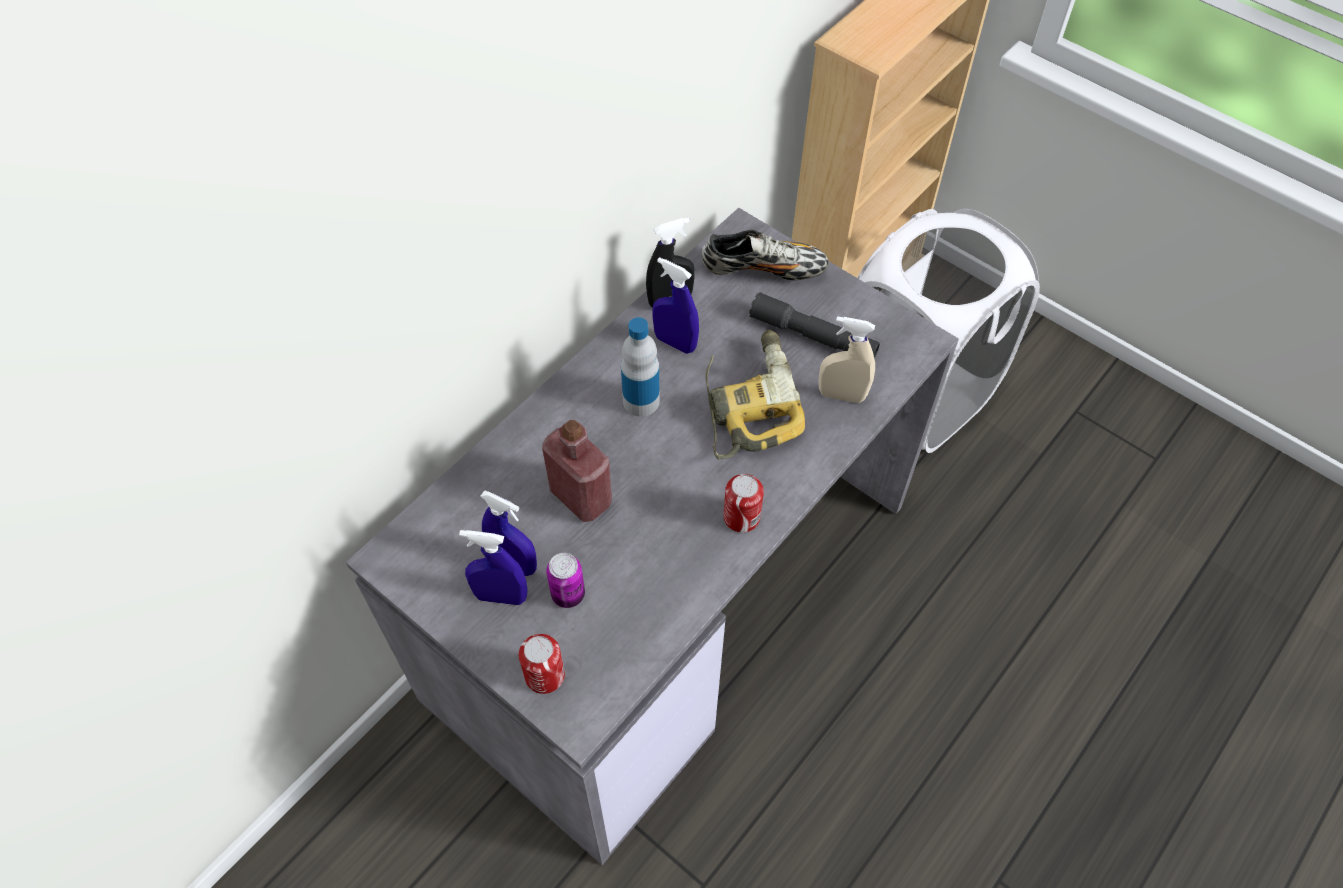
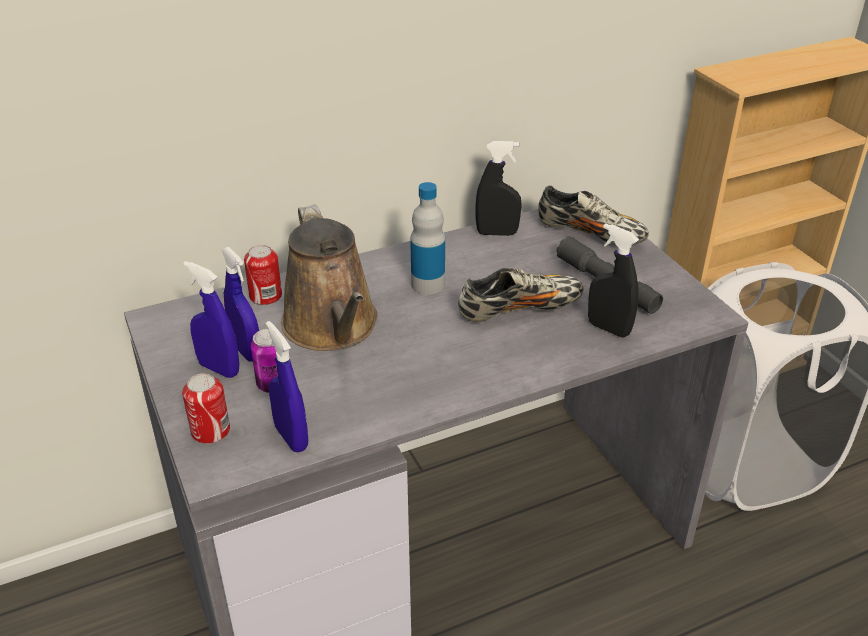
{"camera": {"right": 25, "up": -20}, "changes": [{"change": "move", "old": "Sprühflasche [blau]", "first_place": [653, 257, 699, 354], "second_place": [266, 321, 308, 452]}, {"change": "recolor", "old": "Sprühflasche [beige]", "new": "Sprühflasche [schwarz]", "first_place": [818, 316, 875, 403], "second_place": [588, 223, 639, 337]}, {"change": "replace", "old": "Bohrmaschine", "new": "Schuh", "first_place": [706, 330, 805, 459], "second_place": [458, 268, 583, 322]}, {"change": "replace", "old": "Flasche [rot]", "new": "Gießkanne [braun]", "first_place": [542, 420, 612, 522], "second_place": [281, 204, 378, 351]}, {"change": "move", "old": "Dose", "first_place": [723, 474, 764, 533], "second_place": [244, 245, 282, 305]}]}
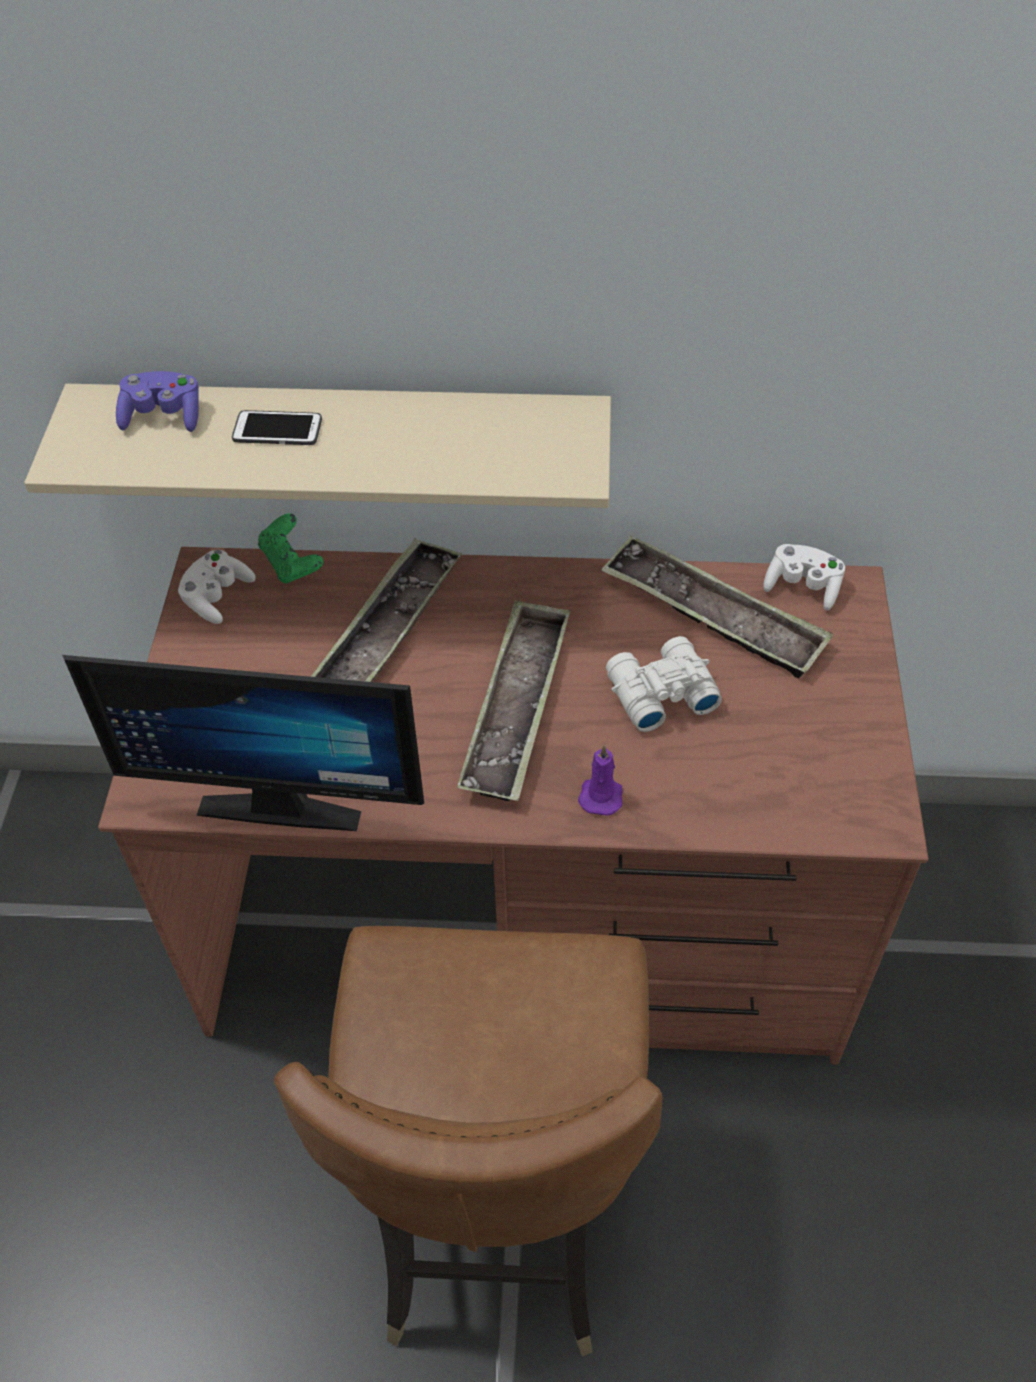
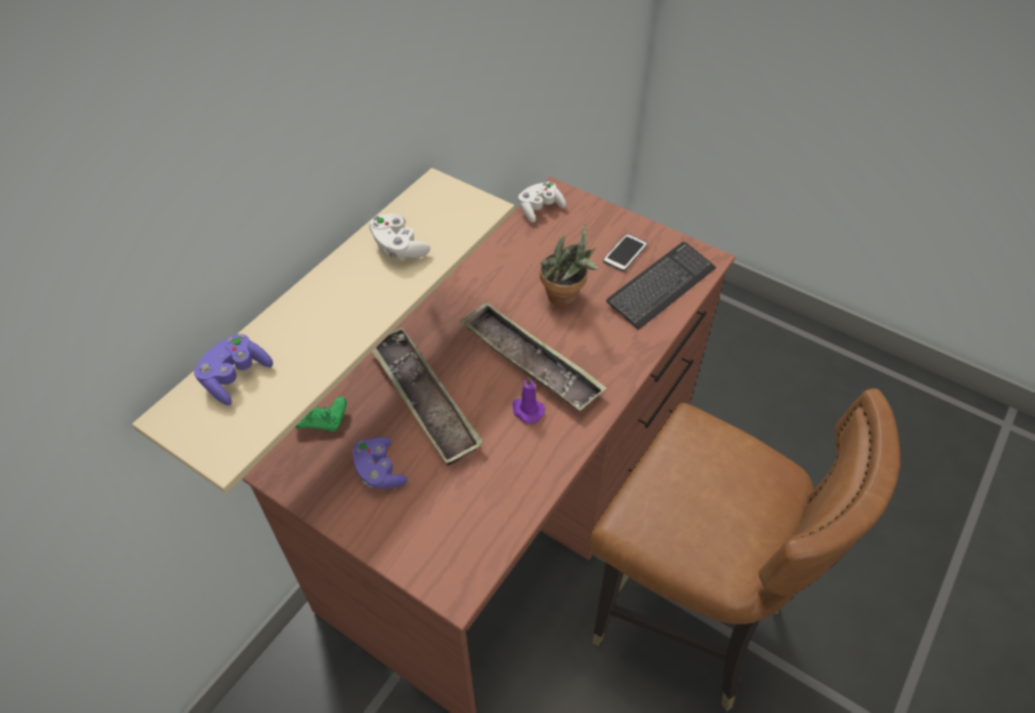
{"camera": {"right": -60, "up": 0}, "changes": [{"change": "move", "old": "Handy", "first_place": [232, 410, 322, 445], "second_place": [603, 234, 648, 272]}, {"change": "delete", "old": "Tablett", "first_place": [601, 536, 833, 678]}, {"change": "move", "old": "Gamepad [weiß]", "first_place": [178, 550, 255, 624], "second_place": [369, 214, 430, 258]}, {"change": "replace", "old": "Fernglas [weiß]", "new": "Topfpflanze", "first_place": [606, 636, 722, 732], "second_place": [540, 224, 598, 306]}, {"change": "delete", "old": "Monitor", "first_place": [62, 655, 424, 831]}, {"change": "move", "old": "Kerze [lila]", "first_place": [578, 744, 623, 816], "second_place": [512, 377, 545, 424]}, {"change": "insert", "new": "Tastatur", "second_place": [606, 242, 716, 330]}, {"change": "insert", "new": "Gamepad [lila]", "second_place": [352, 437, 407, 488]}]}
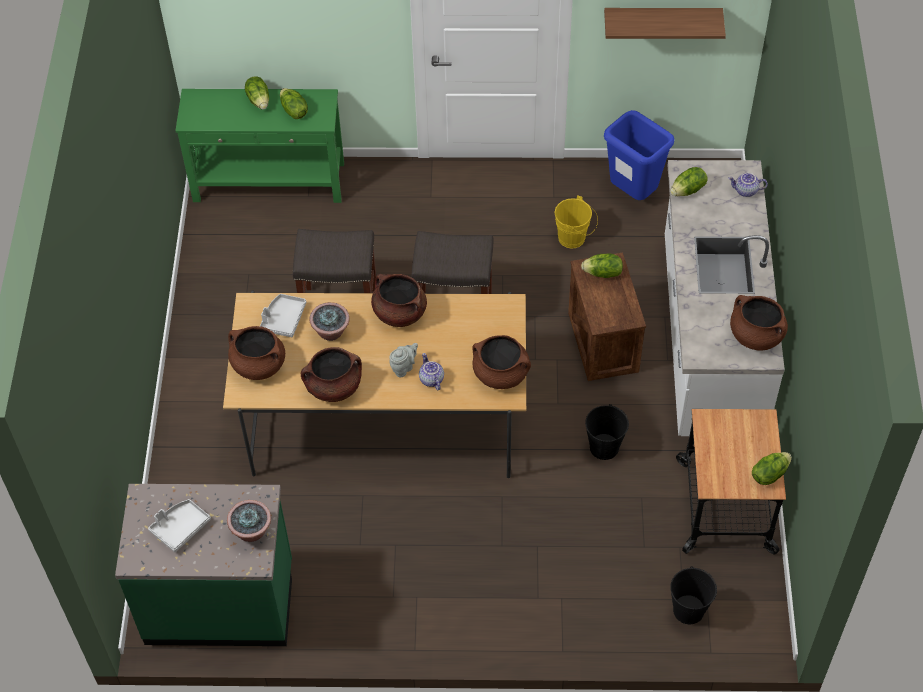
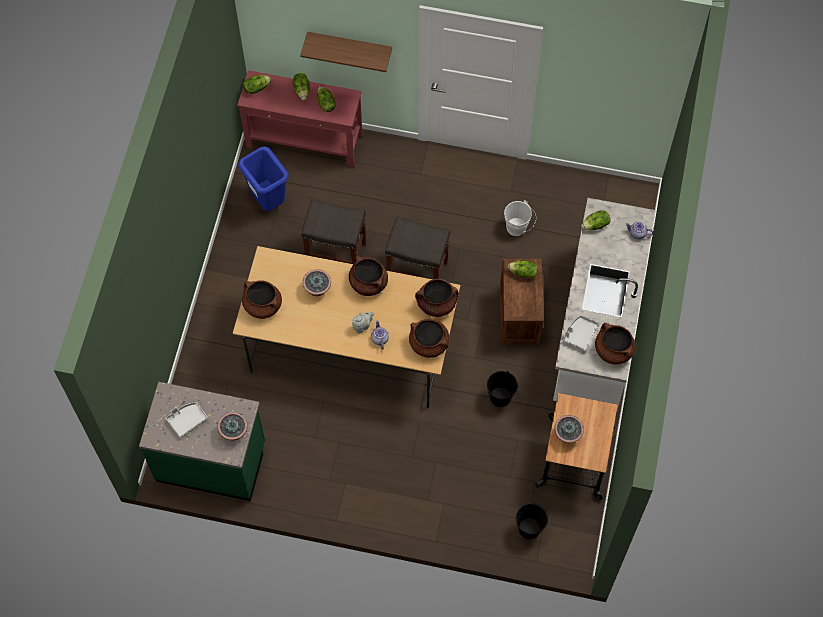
{"camera": {"right": 10, "up": 10}, "changes": [{"change": "move", "old": "Wandregal", "first_place": [604, 8, 726, 39], "second_place": [300, 32, 392, 72]}, {"change": "recolor", "old": "Konsolentisch [grün]", "new": "Konsolentisch [rot]", "first_place": [175, 89, 344, 203], "second_place": [237, 70, 363, 167]}, {"change": "move", "old": "Mülleimer [blau]", "first_place": [604, 110, 674, 200], "second_place": [238, 146, 289, 211]}, {"change": "recolor", "old": "Eimer [gelb]", "new": "Eimer [weiß]", "first_place": [554, 195, 598, 249], "second_place": [504, 200, 536, 236]}, {"change": "move", "old": "Tablett [grau]", "first_place": [260, 294, 306, 337], "second_place": [563, 315, 599, 352]}, {"change": "move", "old": "Kochtopf [braun]", "first_place": [301, 347, 362, 402], "second_place": [415, 279, 458, 317]}, {"change": "move", "old": "Salatkopf", "first_place": [752, 452, 792, 485], "second_place": [243, 75, 271, 94]}, {"change": "insert", "new": "Topfpflanze", "second_place": [554, 415, 584, 443]}]}
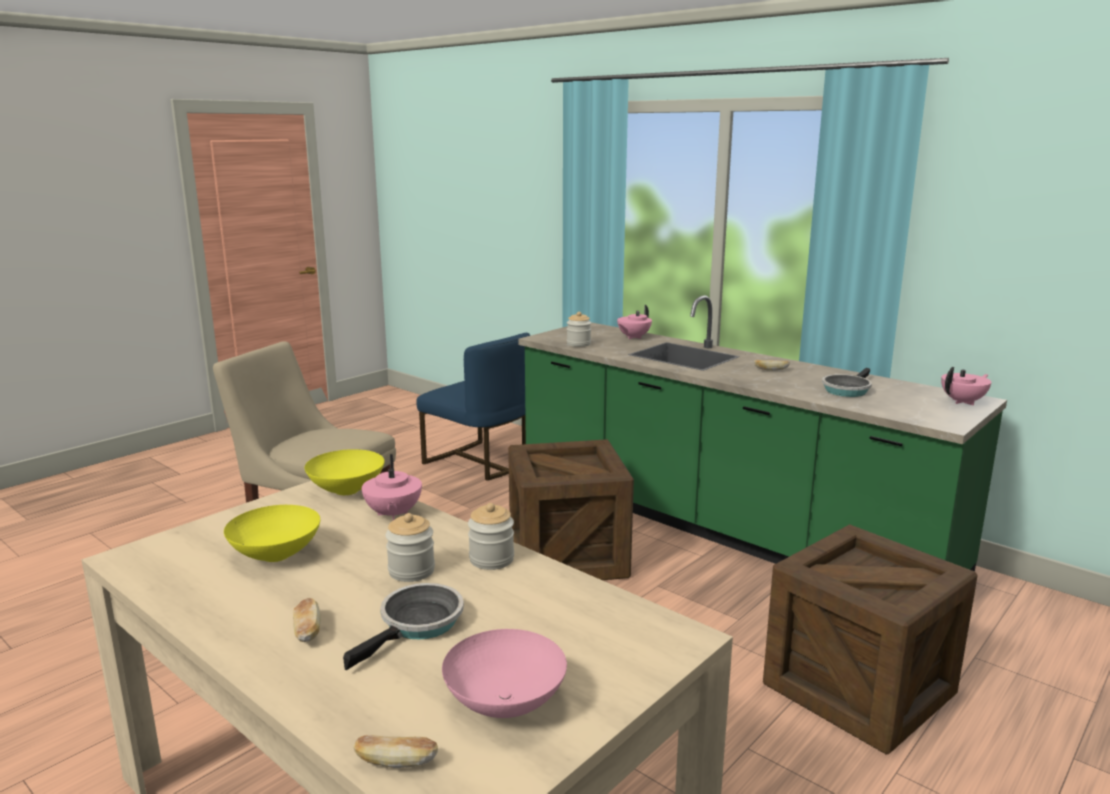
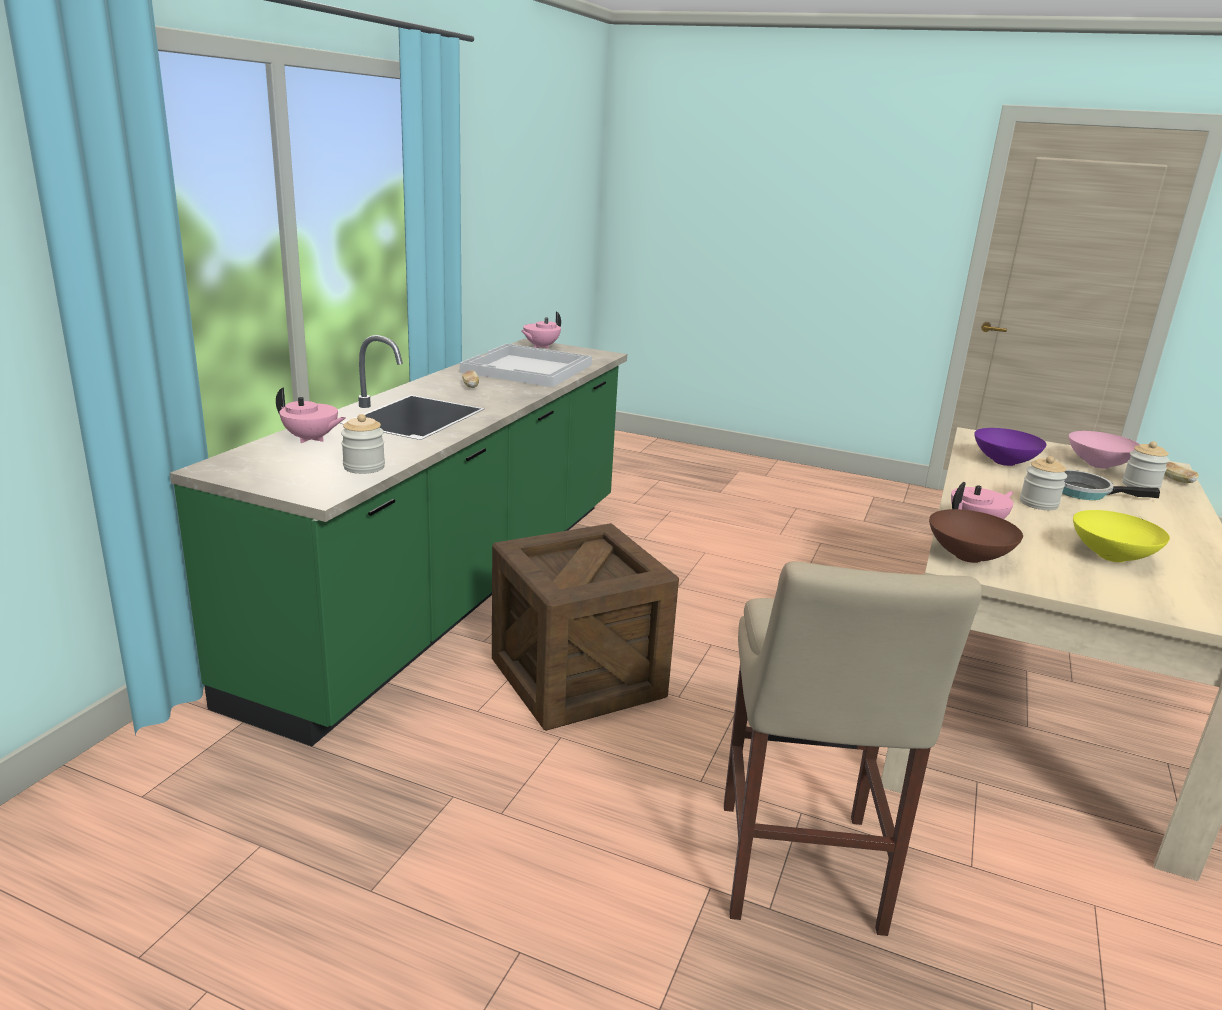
{"camera": {"right": -110, "up": 5}, "changes": [{"change": "delete", "old": "Stuhl [blau]", "first_place": [416, 333, 530, 481]}, {"change": "rotate", "old": "Teekanne [rosa]", "first_place": [941, 367, 992, 405], "second_place": [521, 312, 561, 348], "degrees": -90}, {"change": "replace", "old": "Pfanne", "new": "Tablett [weiß]", "first_place": [822, 368, 872, 397], "second_place": [460, 344, 592, 387]}, {"change": "recolor", "old": "Schüssel [gelb]", "new": "Schüssel [braun]", "first_place": [304, 449, 384, 495], "second_place": [929, 509, 1023, 563]}, {"change": "move", "old": "Vorratsglas", "first_place": [468, 503, 514, 570], "second_place": [1122, 441, 1169, 490]}, {"change": "delete", "old": "Kiste", "first_place": [763, 524, 978, 755]}, {"change": "delete", "old": "Brot", "first_place": [293, 598, 321, 642]}, {"change": "insert", "new": "Schüssel [lila]", "second_place": [974, 428, 1047, 466]}]}
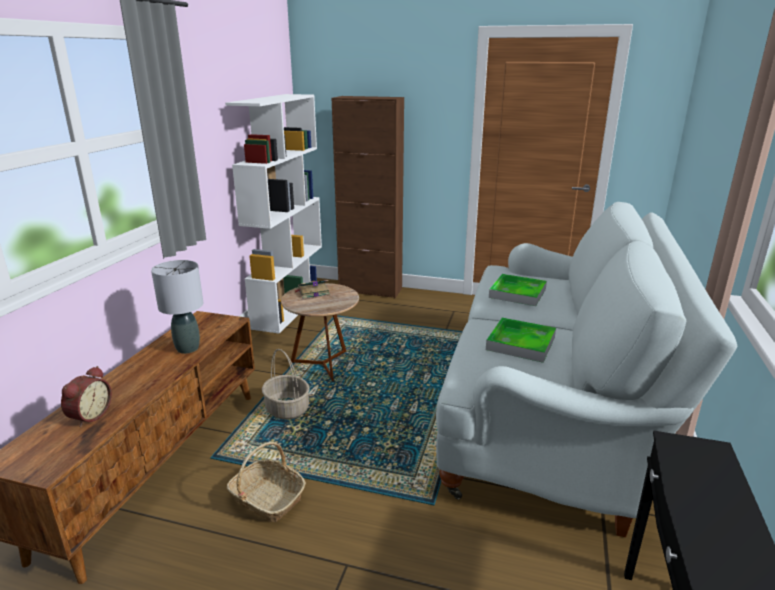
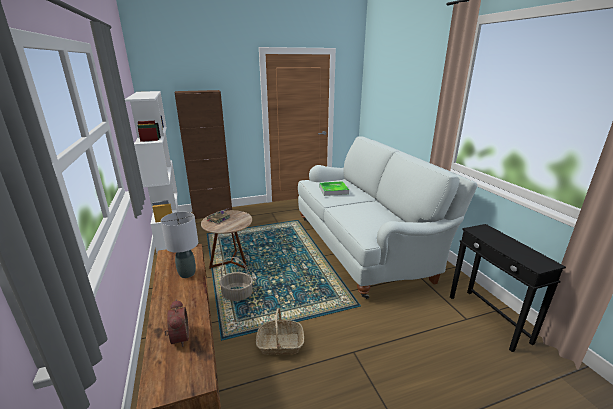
{"camera": {"right": -35, "up": 0}, "changes": [{"change": "delete", "old": "Tablett", "first_place": [486, 317, 556, 363]}]}
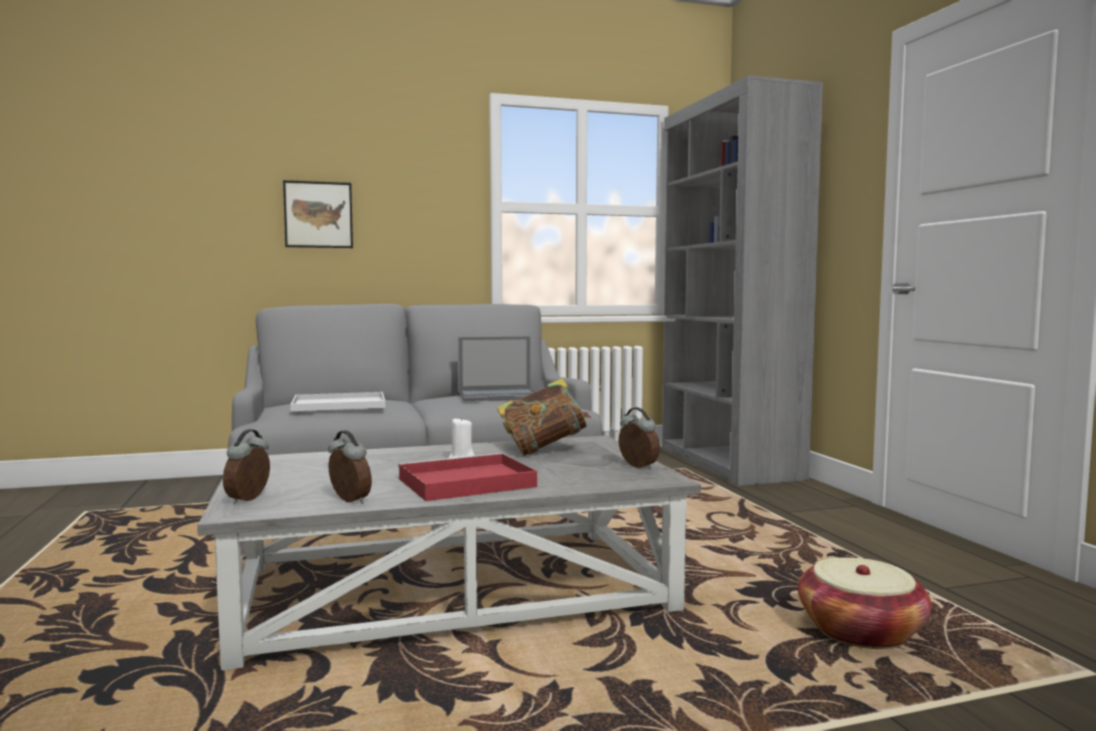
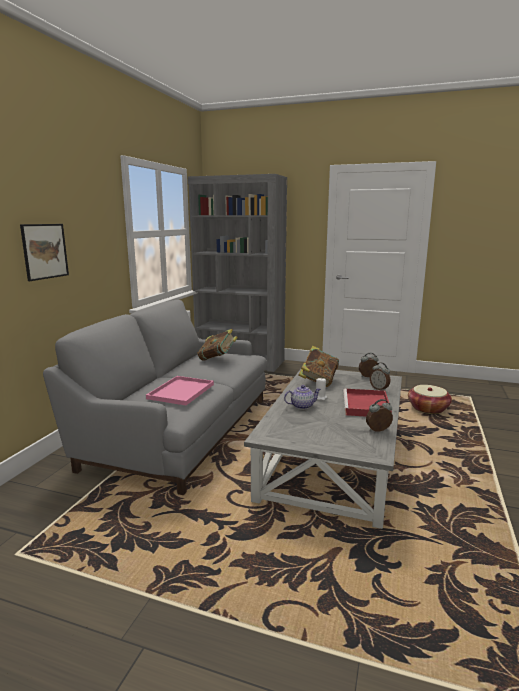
{"camera": {"right": -55, "up": 10}, "changes": [{"change": "replace", "old": "Laptop", "new": "Buch", "first_place": [458, 336, 534, 401], "second_place": [197, 329, 238, 361]}, {"change": "recolor", "old": "Tablett [weiß]", "new": "Tablett [rosa]", "first_place": [290, 392, 385, 411], "second_place": [146, 376, 214, 405]}, {"change": "move", "old": "Wecker", "first_place": [223, 429, 270, 504], "second_place": [370, 362, 390, 391]}, {"change": "insert", "new": "Teekanne", "second_place": [284, 385, 321, 409]}]}
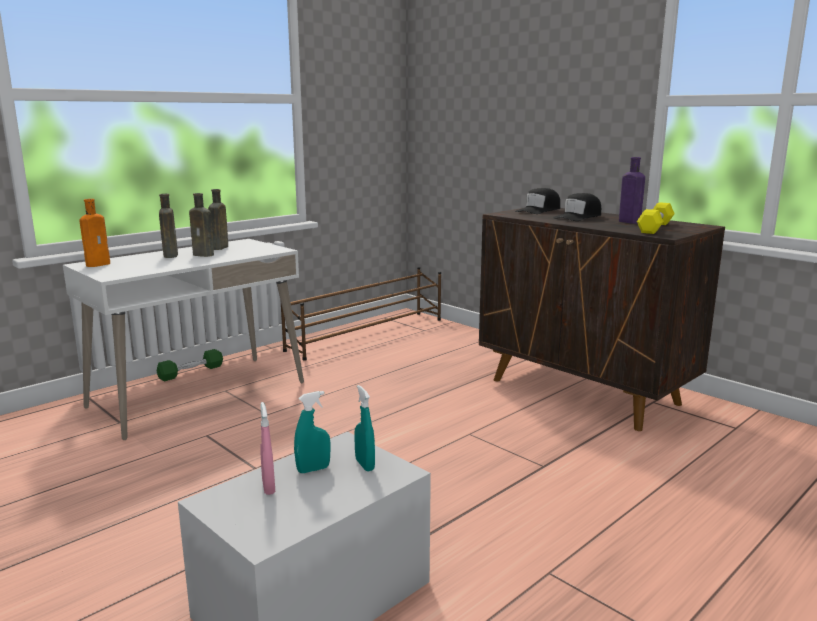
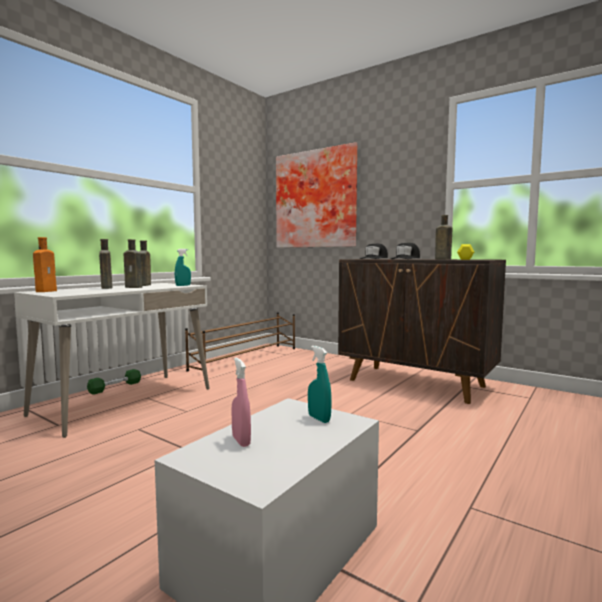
{"camera": {"right": -10, "up": -10}, "changes": [{"change": "recolor", "old": "Flasche [lila]", "new": "Flasche [braun]", "first_place": [619, 157, 645, 224], "second_place": [435, 215, 452, 259]}, {"change": "move", "old": "Sprühflasche [türkis]", "first_place": [294, 391, 331, 473], "second_place": [175, 249, 191, 286]}, {"change": "insert", "new": "Bild", "second_place": [276, 142, 357, 248]}]}
